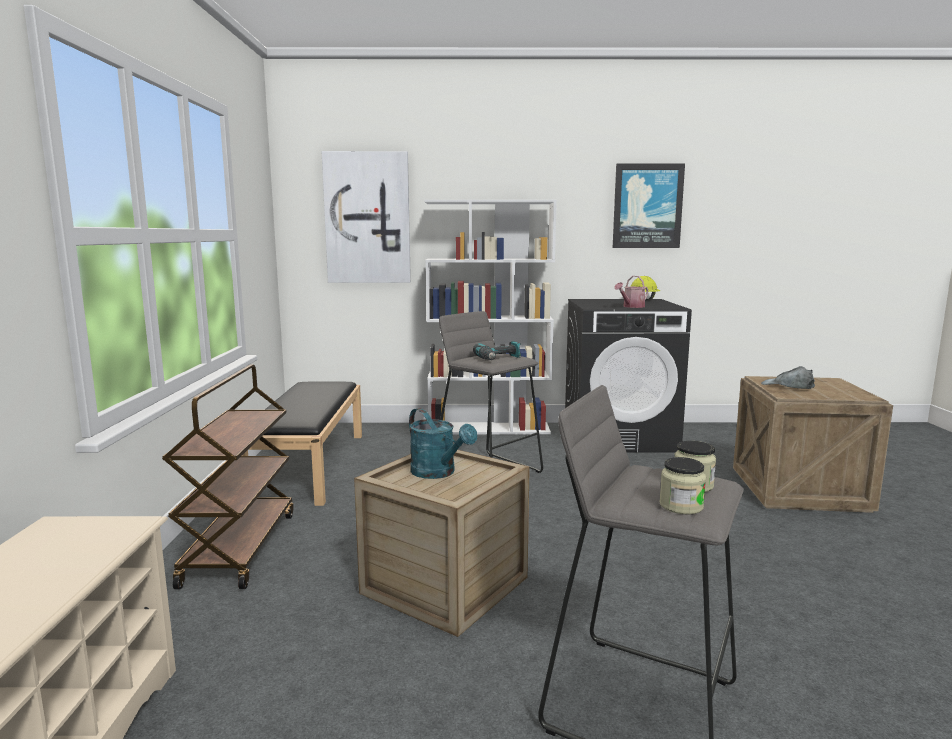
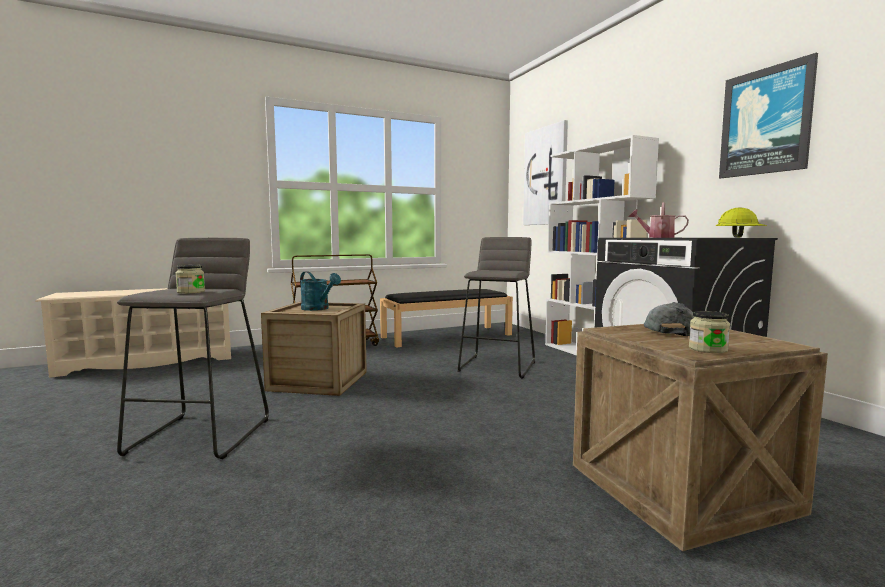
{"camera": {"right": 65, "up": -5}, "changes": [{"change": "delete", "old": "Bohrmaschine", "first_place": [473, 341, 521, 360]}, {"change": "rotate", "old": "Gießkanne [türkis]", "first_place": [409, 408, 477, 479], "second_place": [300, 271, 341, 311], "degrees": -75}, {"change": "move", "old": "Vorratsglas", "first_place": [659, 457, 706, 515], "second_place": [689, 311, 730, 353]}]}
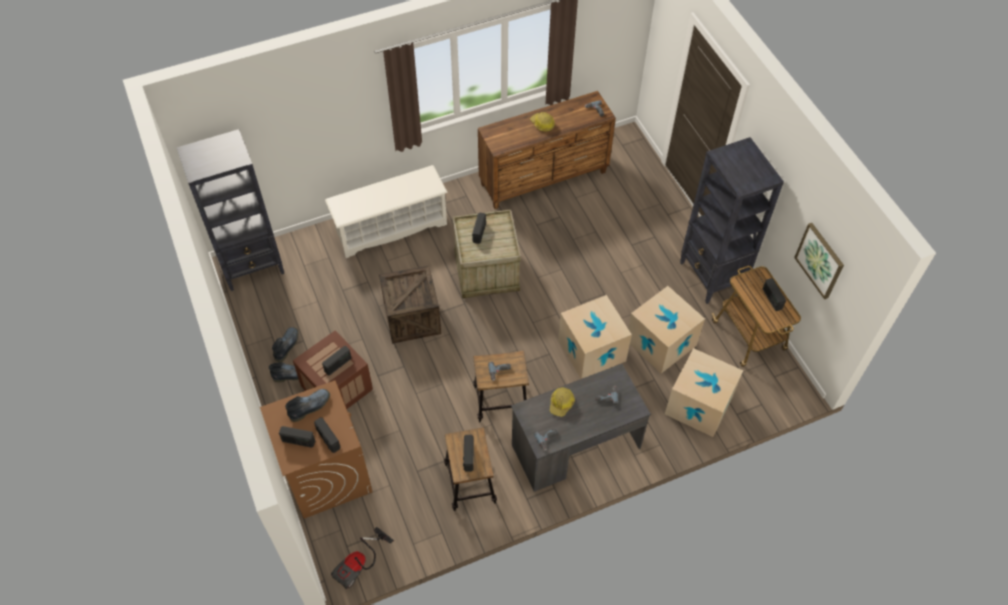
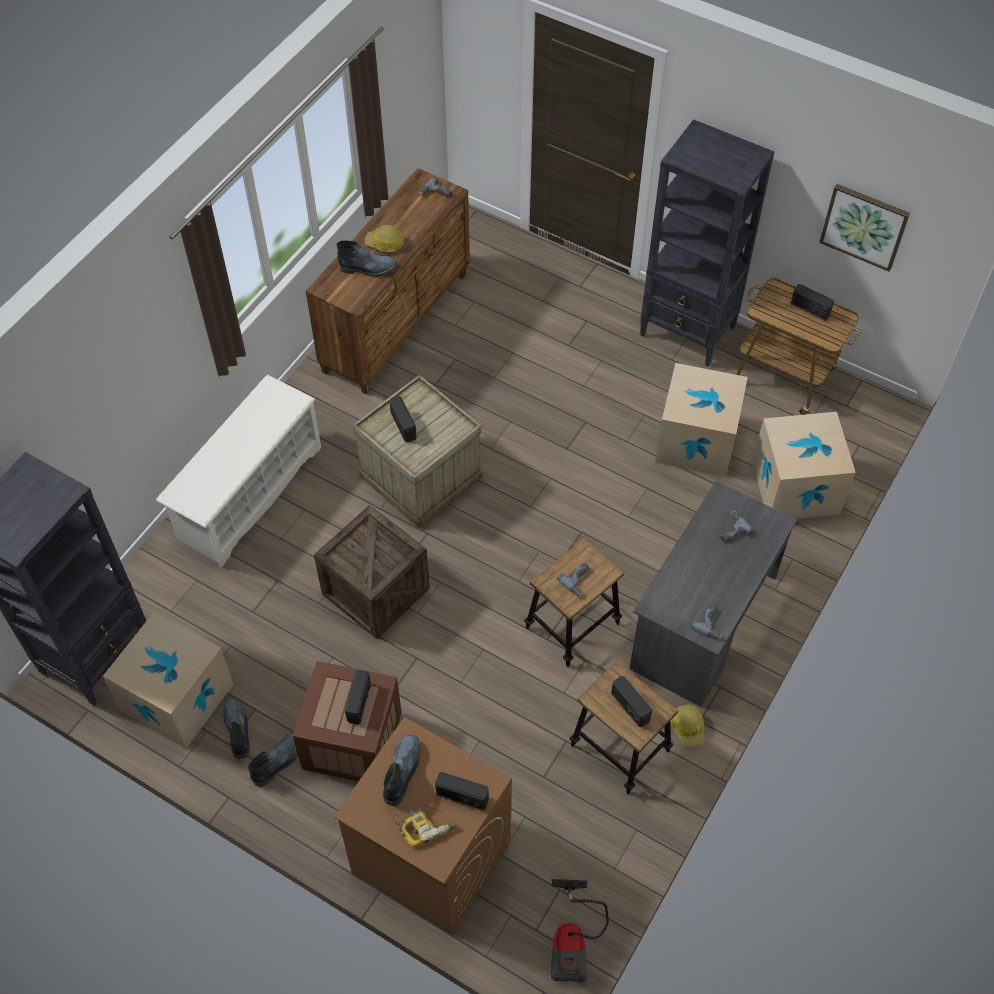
{"camera": {"right": -35, "up": 0}, "changes": [{"change": "move", "old": "Karton", "first_place": [558, 295, 632, 379], "second_place": [103, 612, 234, 749]}, {"change": "move", "old": "Schutzhelm", "first_place": [550, 387, 575, 417], "second_place": [671, 704, 705, 747]}, {"change": "replace", "old": "Radio", "new": "Bohrmaschine", "first_place": [279, 426, 315, 448], "second_place": [392, 805, 457, 846]}, {"change": "insert", "new": "Stiefel", "second_place": [337, 241, 397, 277]}]}
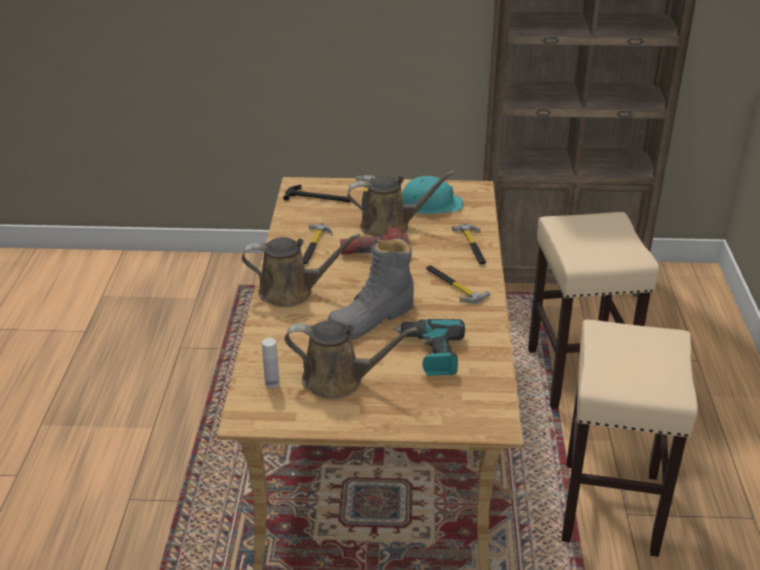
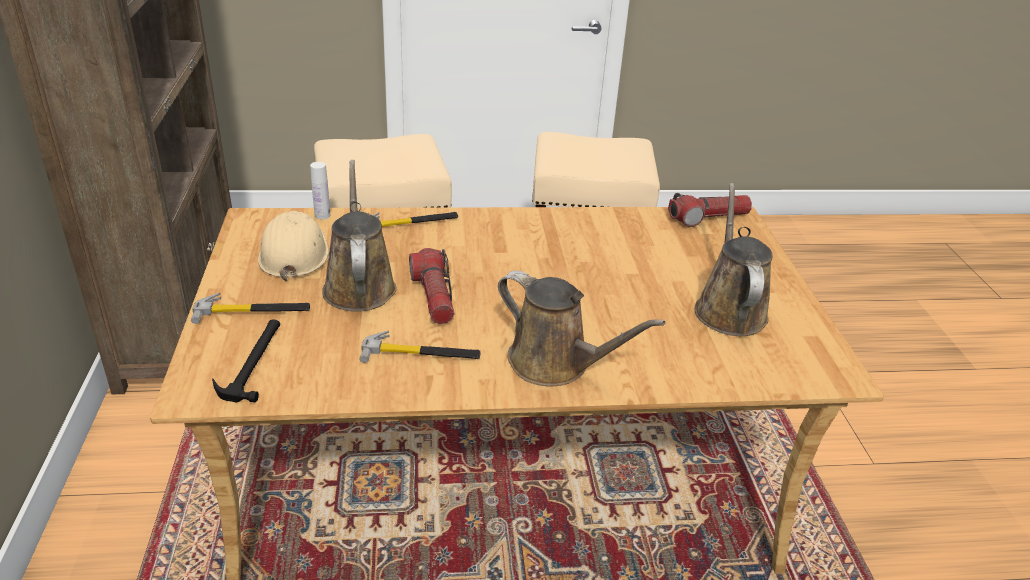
{"camera": {"right": -100, "up": 0}, "changes": [{"change": "recolor", "old": "Schutzhelm [türkis]", "new": "Schutzhelm [beige]", "first_place": [402, 176, 463, 214], "second_place": [258, 211, 329, 281]}, {"change": "rotate", "old": "Gießkanne [braun]", "first_place": [242, 234, 360, 307], "second_place": [498, 270, 666, 386], "degrees": 135}, {"change": "delete", "old": "Stiefel [grau]", "first_place": [328, 238, 414, 340]}, {"change": "delete", "old": "Hammer", "first_place": [426, 265, 490, 304]}, {"change": "delete", "old": "Bohrmaschine", "first_place": [393, 319, 465, 376]}, {"change": "move", "old": "Flasche [weiß]", "first_place": [262, 338, 279, 388], "second_place": [310, 162, 330, 219]}, {"change": "insert", "new": "Taschenlampe", "second_place": [668, 193, 752, 227]}]}
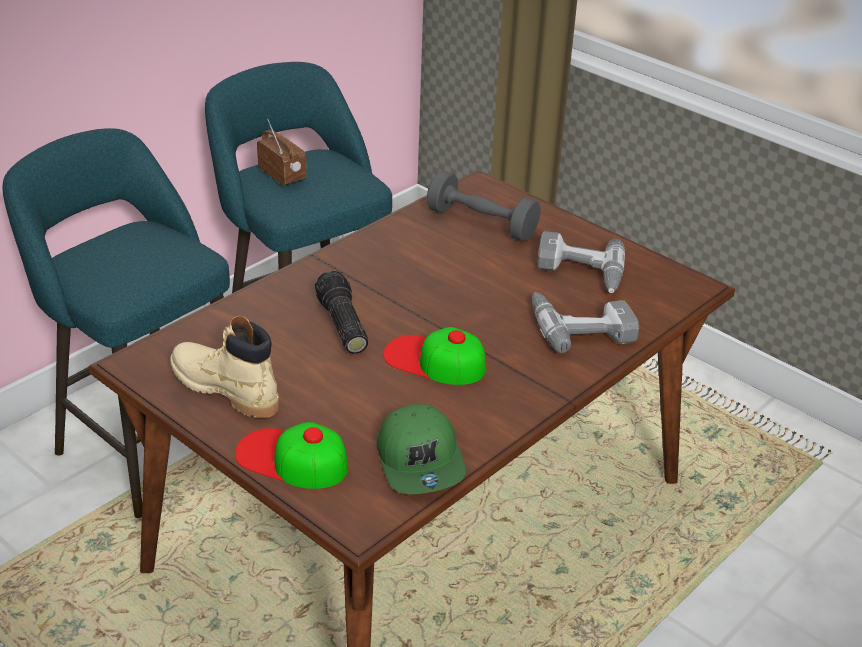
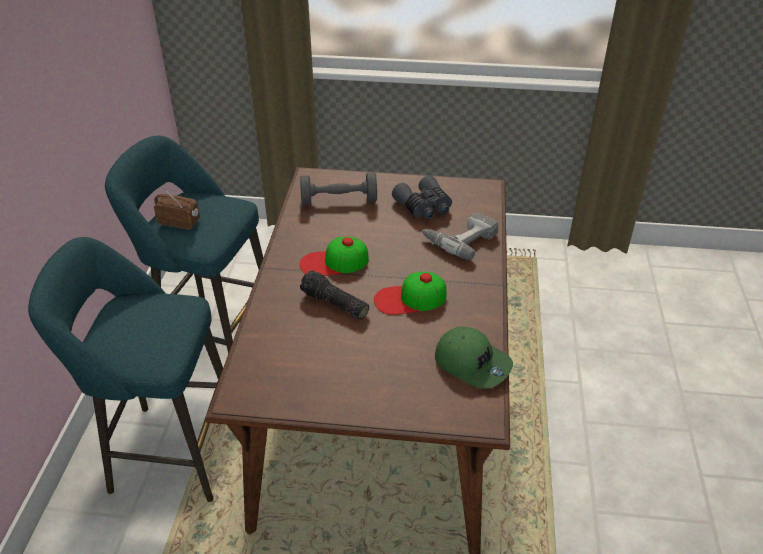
{"camera": {"right": -35, "up": 5}, "changes": [{"change": "replace", "old": "Bohrmaschine", "new": "Fernglas [grau]", "first_place": [537, 231, 625, 293], "second_place": [392, 175, 452, 219]}, {"change": "delete", "old": "Stiefel [beige]", "first_place": [170, 316, 279, 418]}, {"change": "move", "old": "Kappe", "first_place": [235, 422, 348, 489], "second_place": [300, 237, 369, 276]}]}
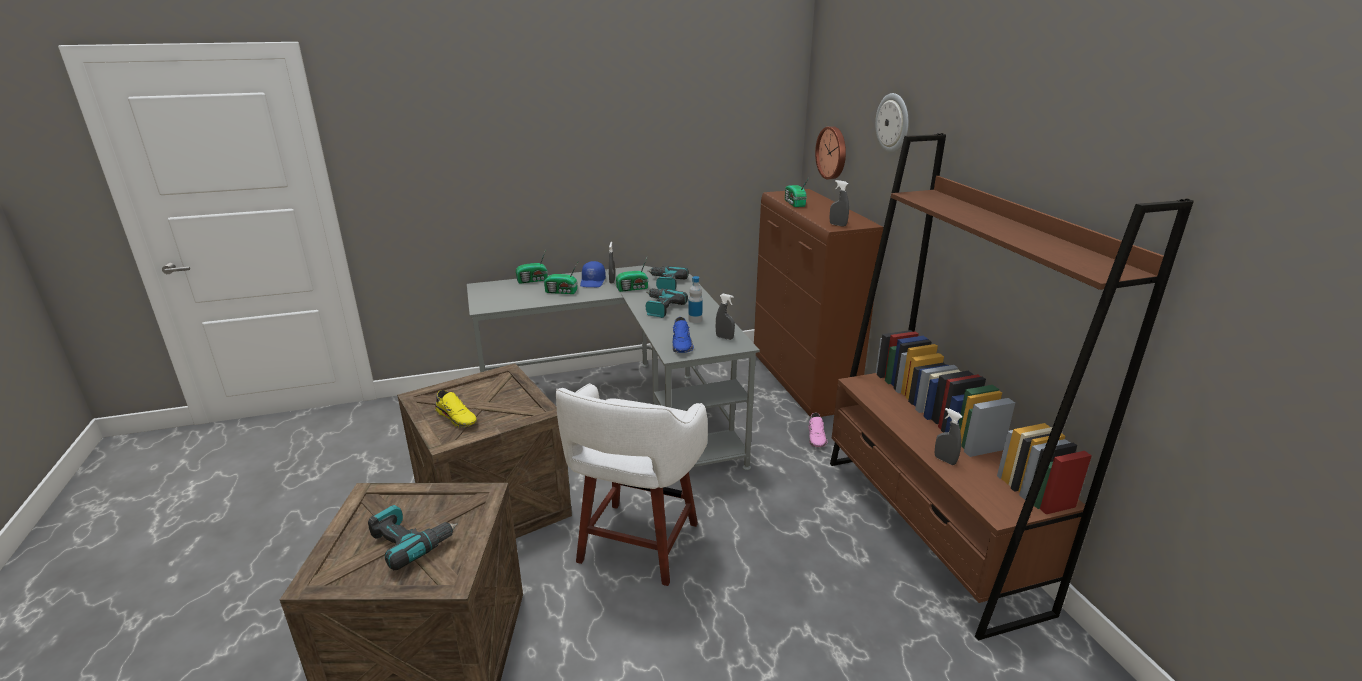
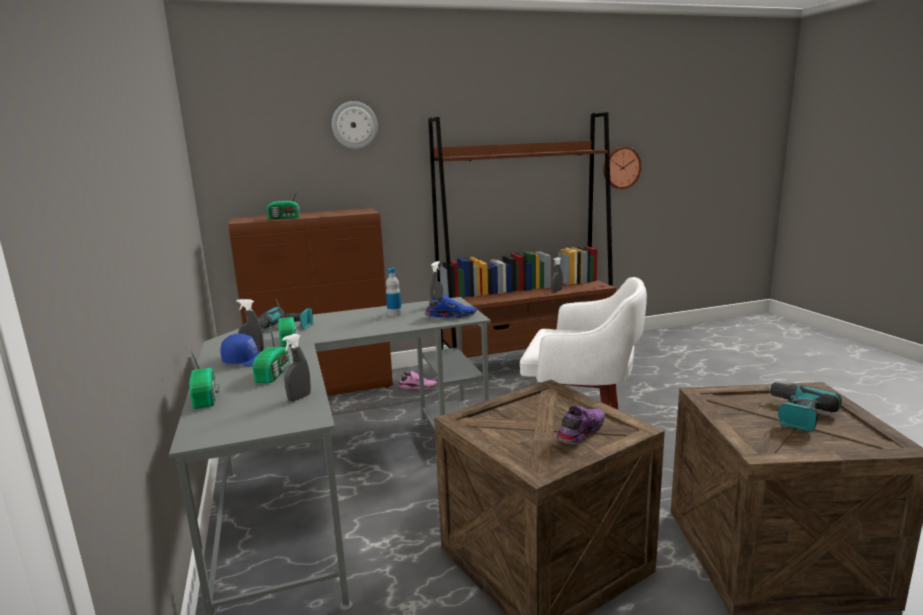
{"camera": {"right": -90, "up": -10}, "changes": [{"change": "move", "old": "Wanduhr", "first_place": [815, 126, 846, 179], "second_place": [603, 147, 642, 189]}, {"change": "move", "old": "Sprühflasche [grau]", "first_place": [830, 180, 849, 227], "second_place": [282, 333, 311, 402]}, {"change": "delete", "old": "Bohrmaschine", "first_place": [646, 288, 688, 318]}, {"change": "recolor", "old": "Schuh [gelb]", "new": "Schuh [lila]", "first_place": [435, 390, 477, 428], "second_place": [556, 405, 605, 444]}]}
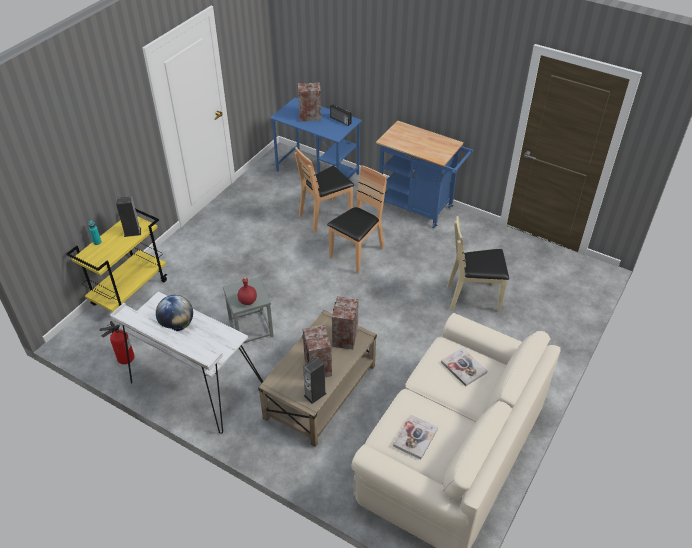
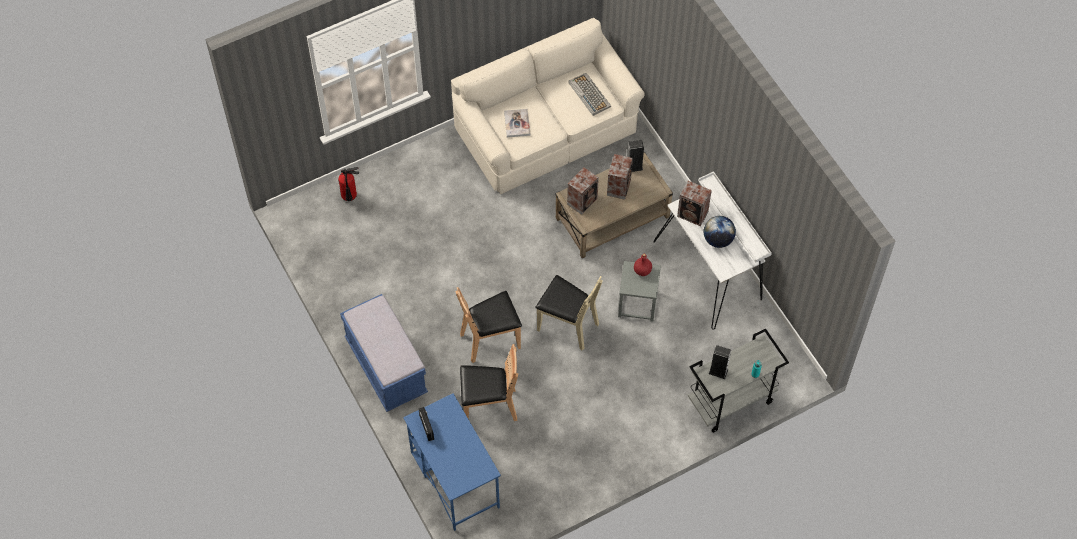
{"camera": {"right": -150, "up": 15}, "changes": [{"change": "move", "old": "Lautsprecher", "first_place": [298, 82, 321, 122], "second_place": [677, 181, 712, 226]}, {"change": "replace", "old": "Rollwagen [blau]", "new": "Bank [blau]", "first_place": [376, 120, 473, 228], "second_place": [340, 294, 428, 412]}, {"change": "recolor", "old": "Rollwagen [gelb]", "new": "Rollwagen [grau]", "first_place": [66, 209, 167, 312], "second_place": [688, 328, 789, 433]}, {"change": "move", "old": "Stuhl [beige]", "first_place": [447, 216, 509, 312], "second_place": [536, 275, 603, 351]}, {"change": "move", "old": "Feuerlöscher", "first_place": [100, 321, 134, 364], "second_place": [338, 167, 359, 201]}, {"change": "replace", "old": "Buch", "new": "Tastatur", "first_place": [393, 414, 438, 460], "second_place": [568, 73, 611, 116]}]}
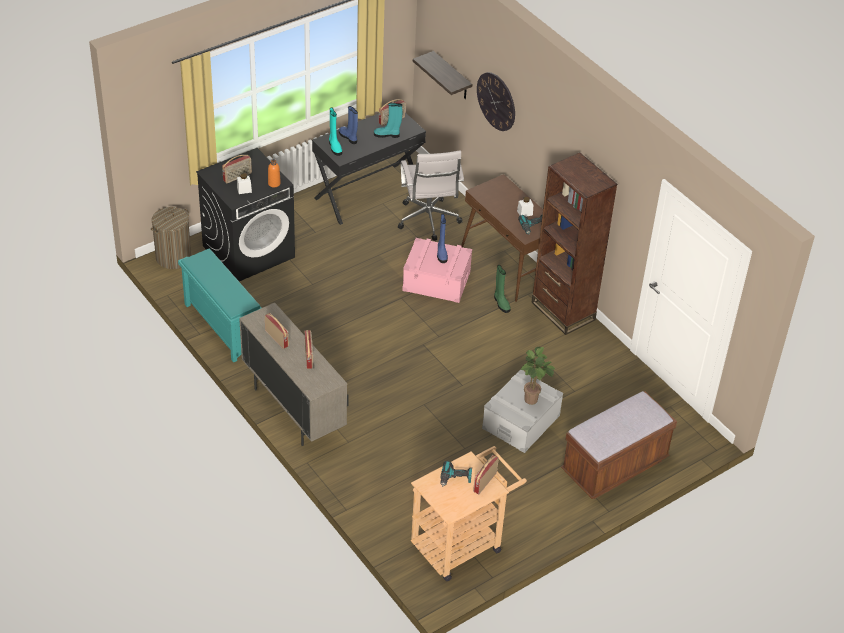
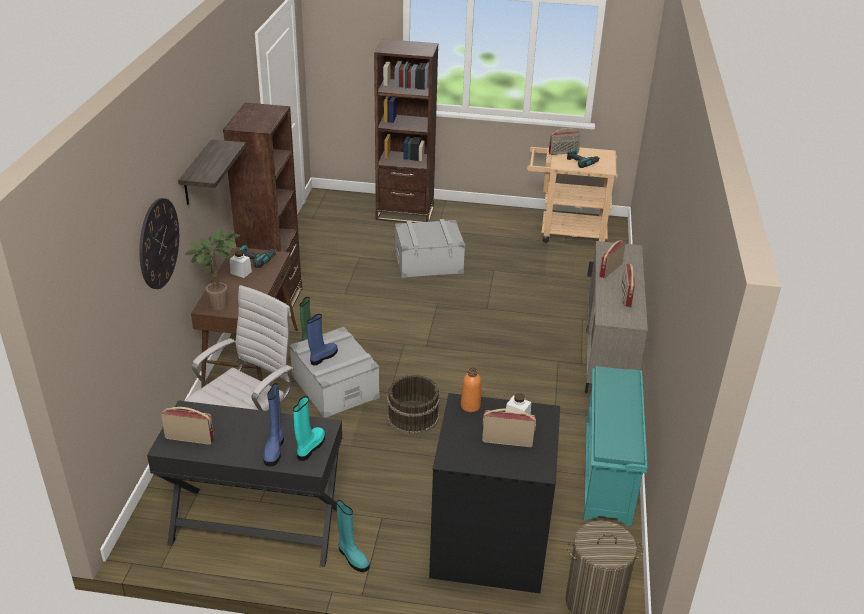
{"camera": {"right": -135, "up": -10}, "changes": [{"change": "move", "old": "Wandregal", "first_place": [413, 51, 472, 99], "second_place": [178, 139, 246, 205]}, {"change": "move", "old": "Stiefel [türkis]", "first_place": [374, 103, 402, 138], "second_place": [337, 500, 369, 572]}, {"change": "recolor", "old": "Aufbewahrungsbox [rosa]", "new": "Aufbewahrungsbox [grau]", "first_place": [402, 238, 472, 303], "second_place": [289, 327, 380, 418]}, {"change": "move", "old": "Topfpflanze", "first_place": [521, 347, 555, 405], "second_place": [185, 229, 241, 310]}, {"change": "replace", "old": "Bank [braun]", "new": "Bücherregal [braun]", "first_place": [561, 391, 677, 499], "second_place": [374, 39, 438, 223]}, {"change": "insert", "new": "Eimer [braun]", "second_place": [387, 375, 440, 435]}]}
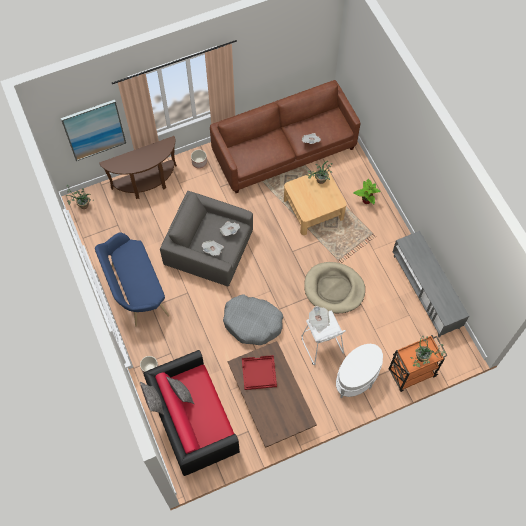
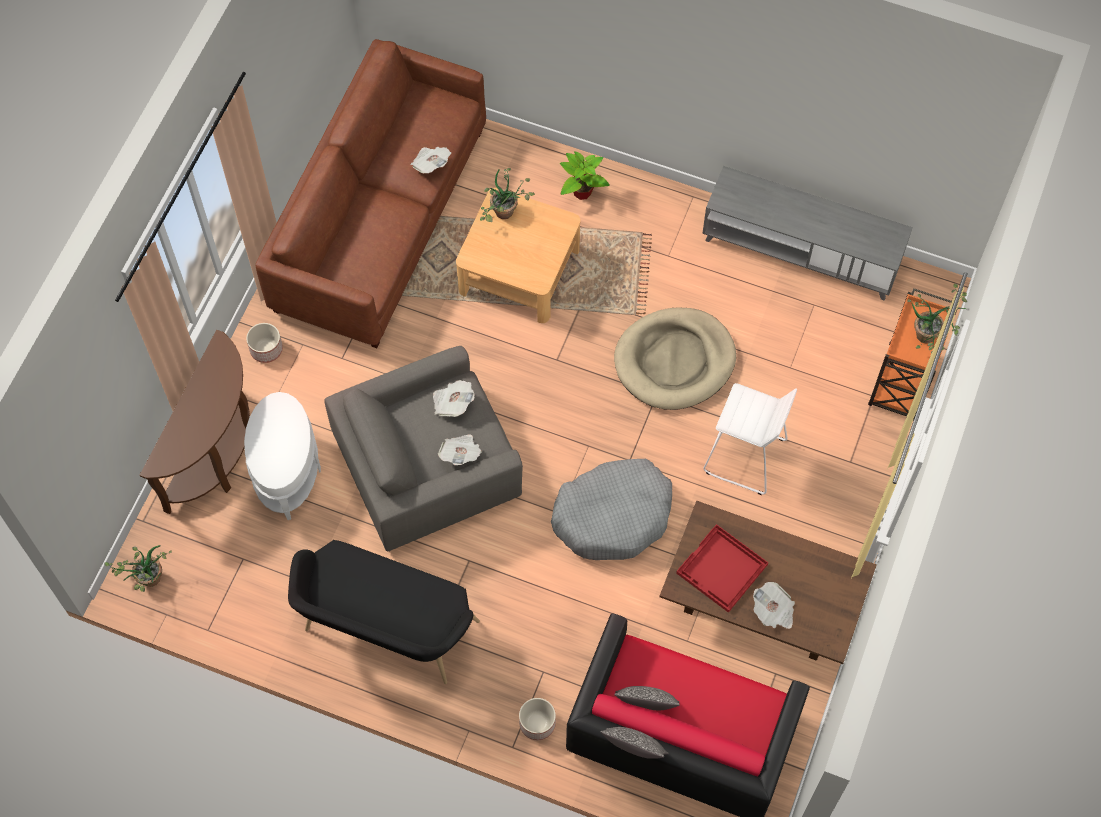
{"camera": {"right": -45, "up": 0}, "changes": [{"change": "delete", "old": "Bild", "first_place": [61, 100, 126, 161]}, {"change": "recolor", "old": "Bank [blau]", "new": "Bank [schwarz]", "first_place": [95, 233, 169, 327], "second_place": [288, 540, 480, 684]}, {"change": "move", "old": "Zeitung", "first_place": [309, 306, 330, 333], "second_place": [753, 582, 795, 629]}, {"change": "move", "old": "Beistelltisch [weiß]", "first_place": [336, 344, 383, 398], "second_place": [244, 392, 321, 520]}]}
